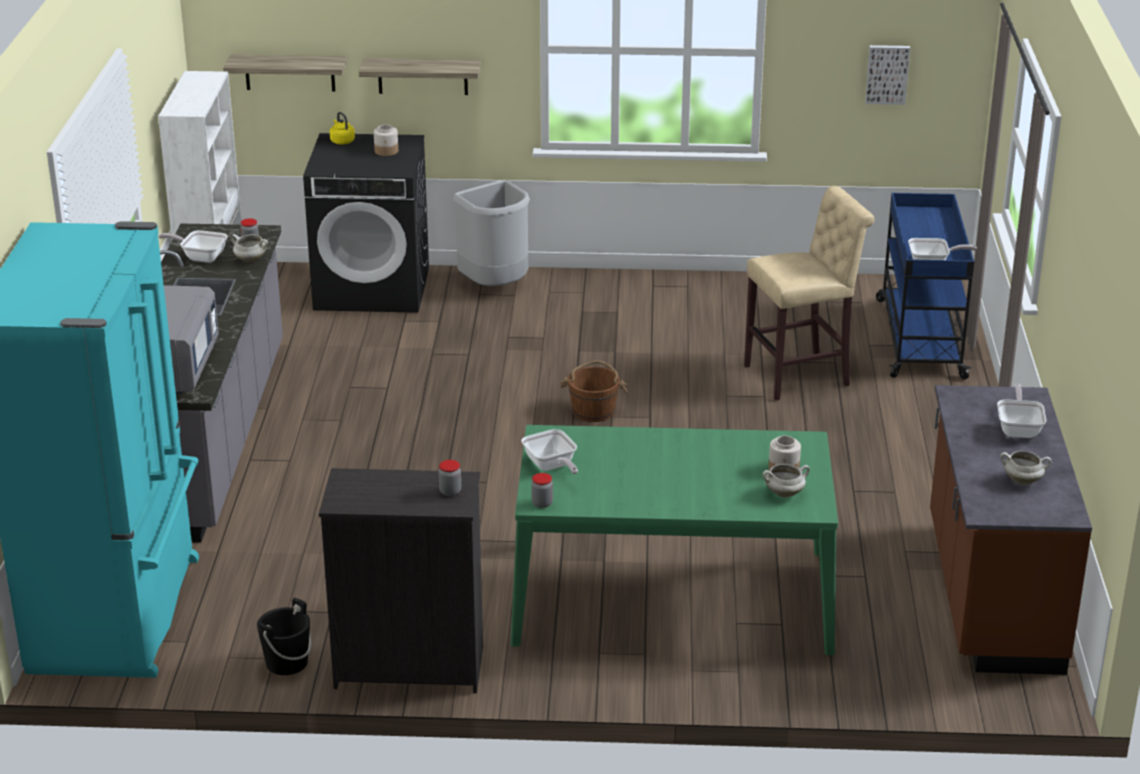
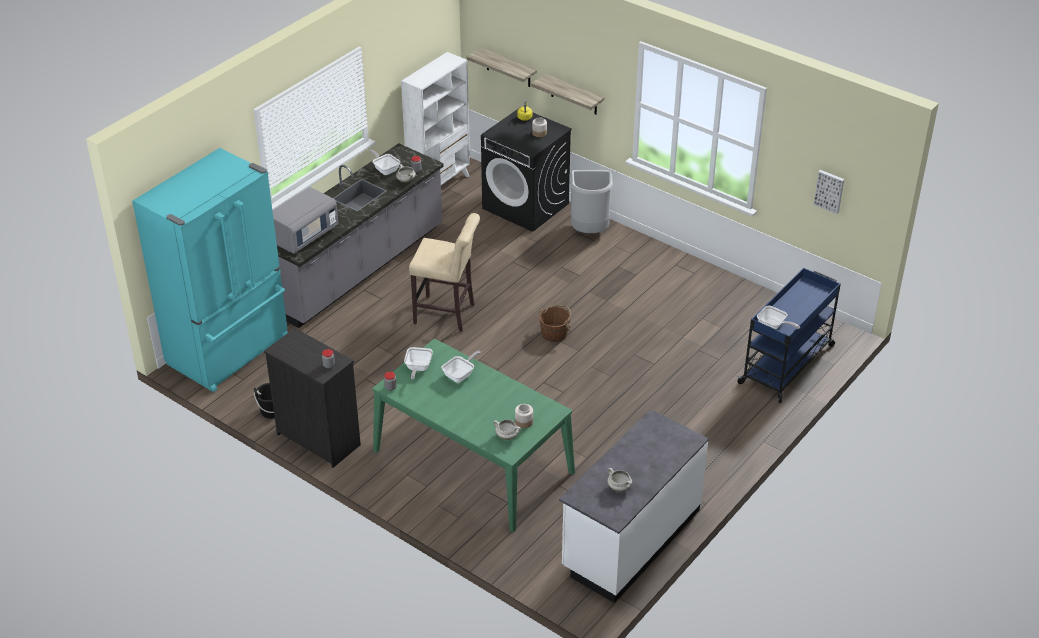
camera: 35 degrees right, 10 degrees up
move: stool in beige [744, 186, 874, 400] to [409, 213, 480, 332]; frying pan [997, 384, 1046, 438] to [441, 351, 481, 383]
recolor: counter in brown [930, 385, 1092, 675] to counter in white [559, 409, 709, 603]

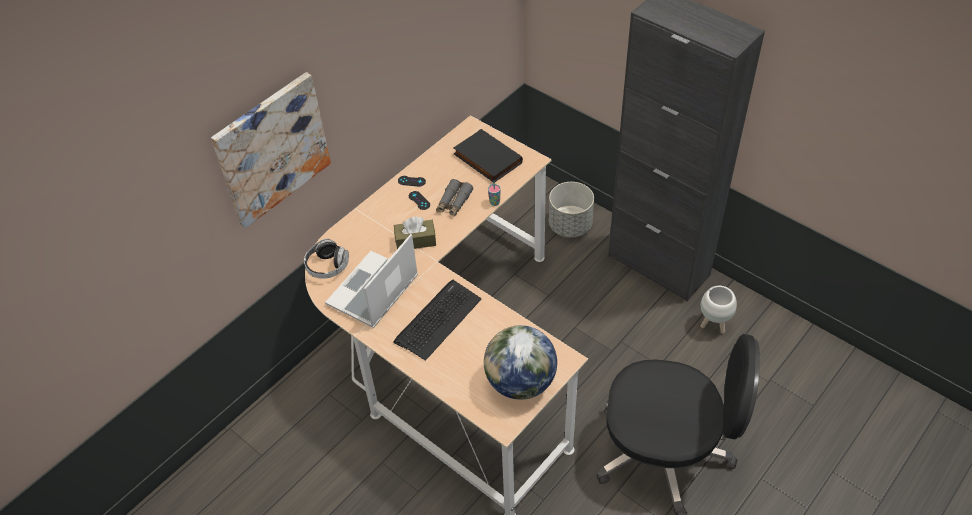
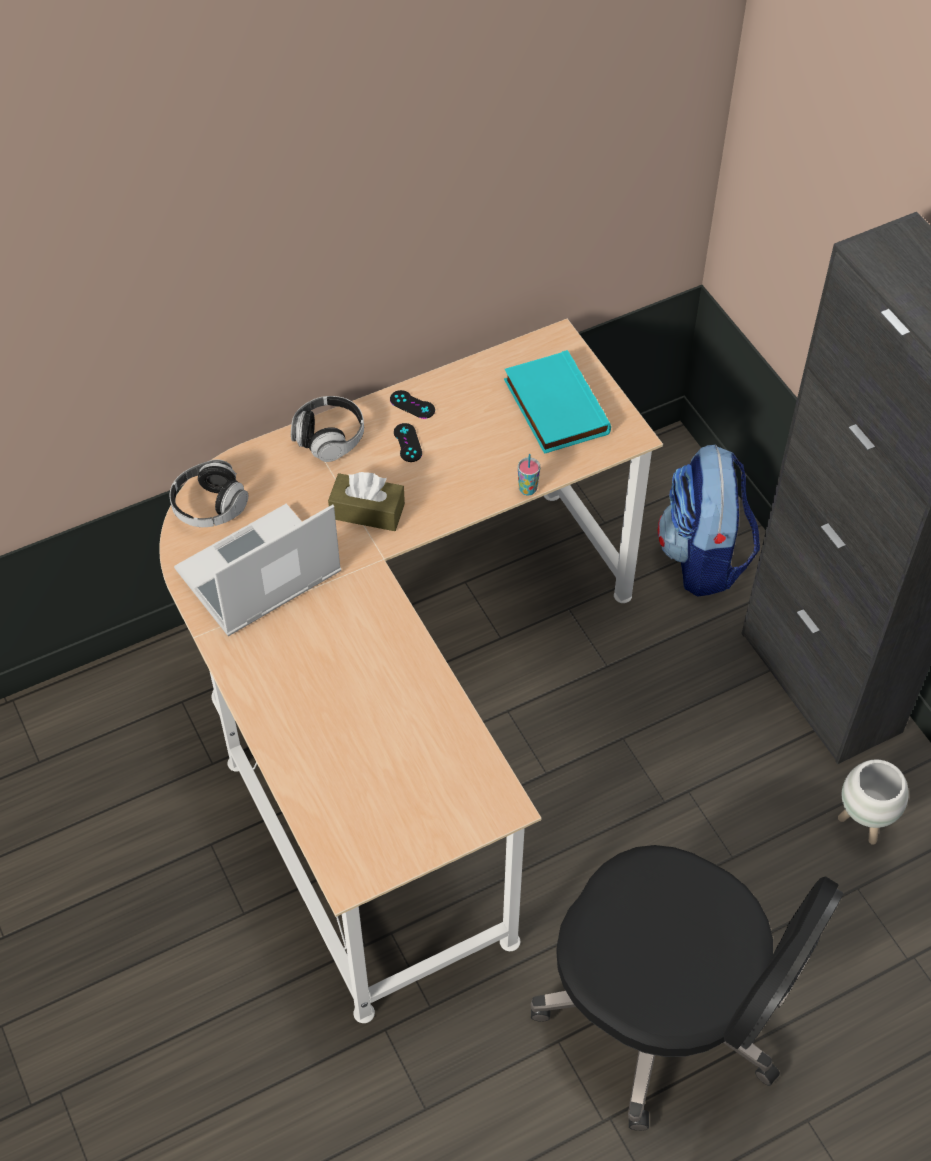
camera: 20 degrees right, 5 degrees up
delete: picture [211, 72, 331, 228]; keyboard [393, 279, 482, 361]; binoculars in grey [436, 179, 473, 217]; globe [484, 325, 557, 400]
insert: headphones [291, 396, 364, 462]
replace: planter in grey [549, 182, 594, 238] to backpack [658, 444, 760, 597]
recolor: book in black [454, 129, 523, 182] to book in turquoise [504, 350, 611, 454]

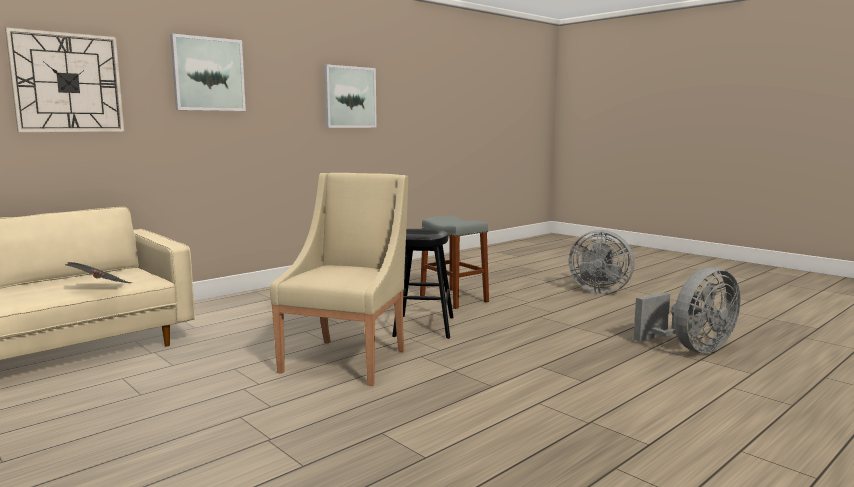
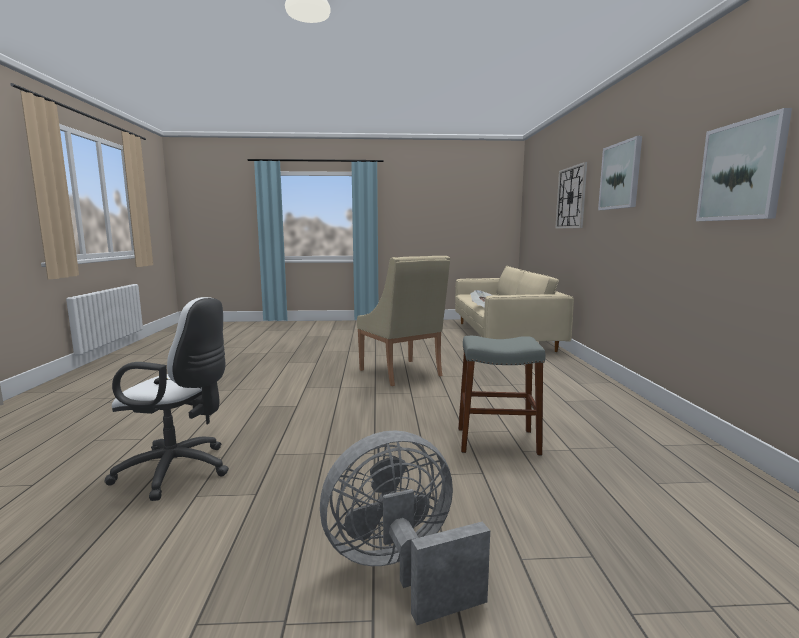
camera: 130 degrees right, 0 degrees up
delete: stool in black [392, 229, 454, 339]
replace: fan in grey [633, 267, 741, 353] to office chair in white [105, 297, 229, 501]

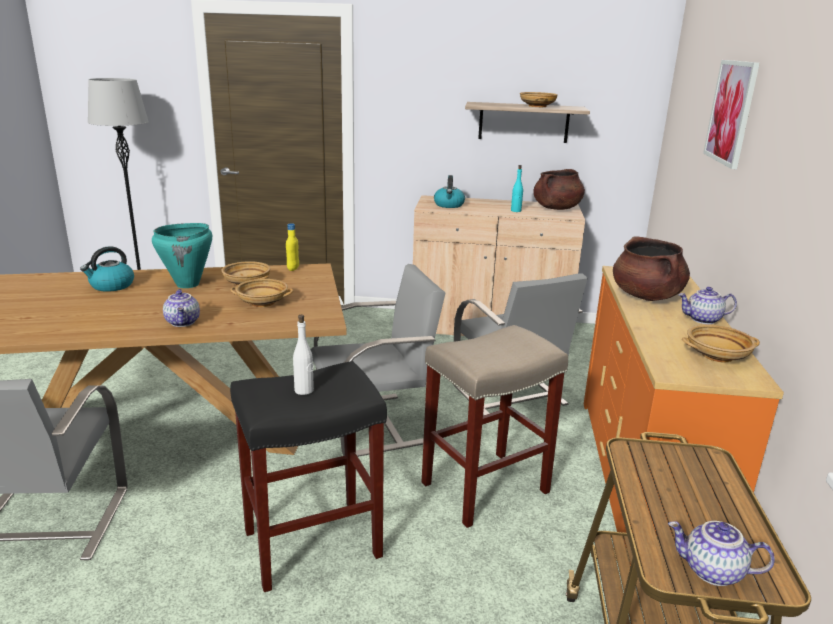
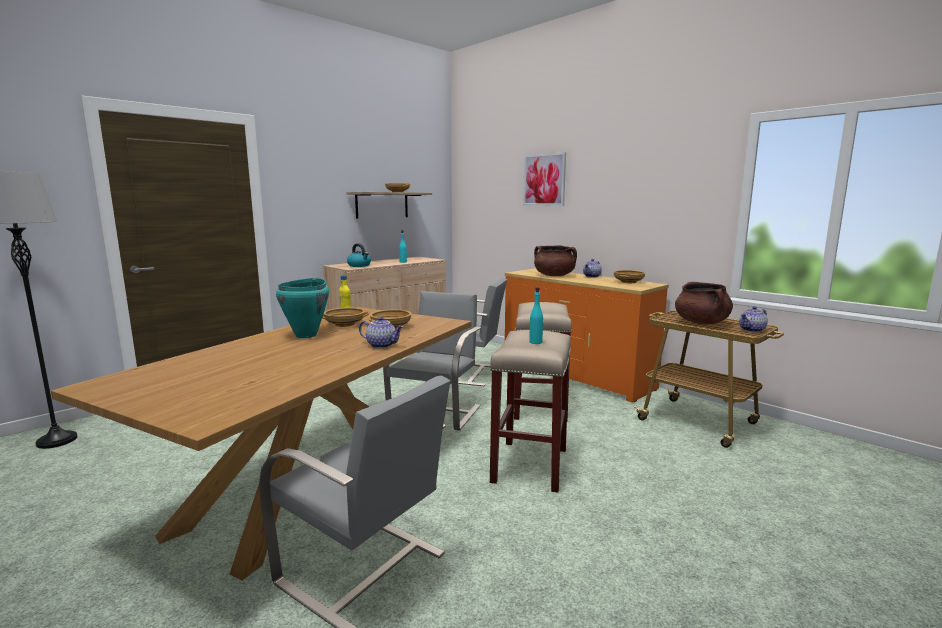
camera: 50 degrees left, 10 degrees down
delete: kettle [80, 246, 134, 292]
move: cooking pot in brown [533, 169, 585, 210] to [675, 282, 733, 325]
recolor: stool in black [230, 361, 387, 592] to stool in beige [490, 330, 571, 493]; bottle in white [293, 315, 314, 395] to bottle in turquoise [529, 287, 544, 344]

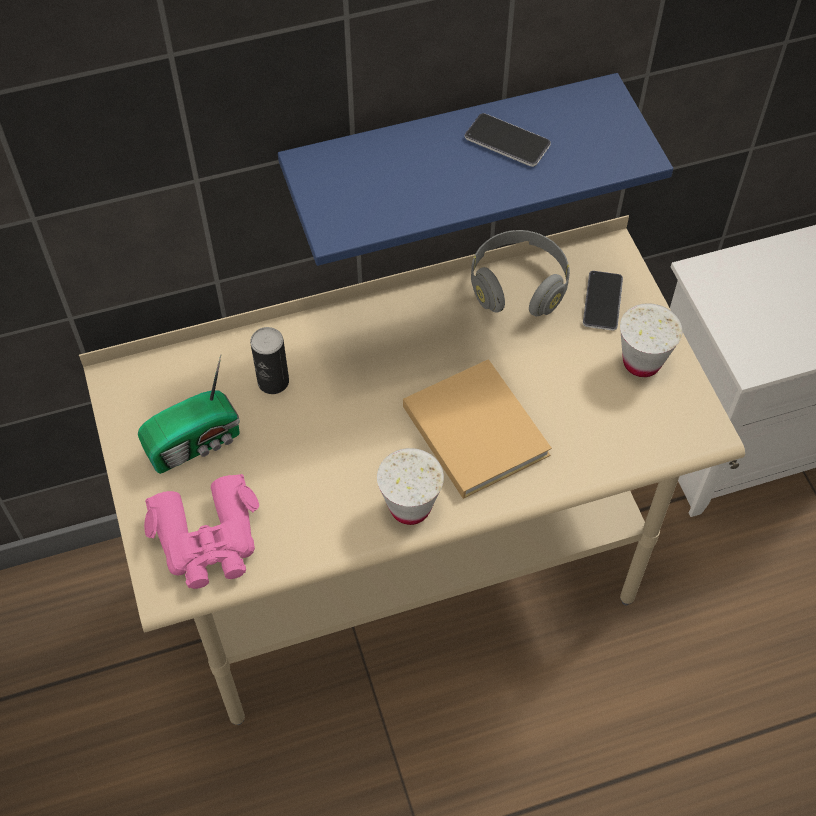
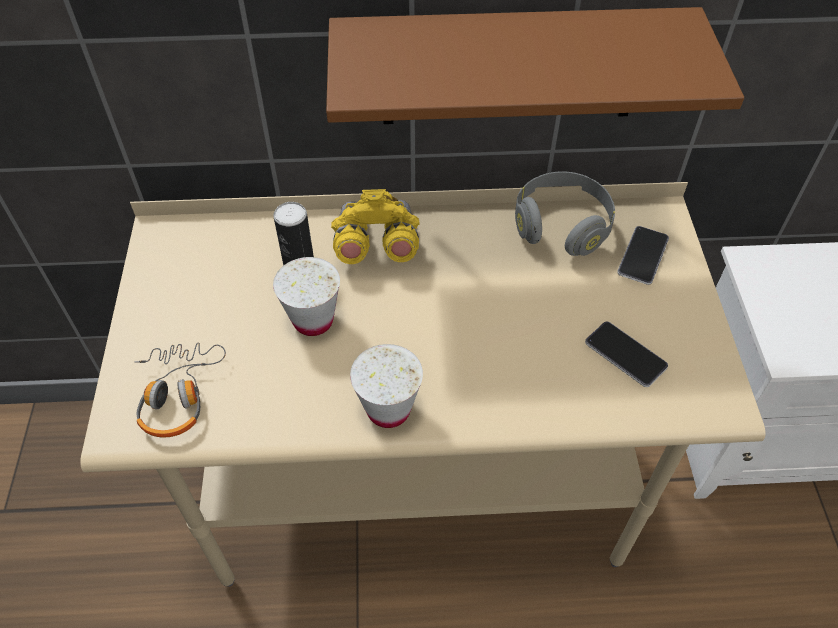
camera: 15 degrees right, 5 degrees down
delete: radio [138, 355, 240, 474]; book in beige [403, 359, 552, 499]
insert: binoculars in yellow [331, 189, 420, 264]
move: phone [465, 113, 551, 167] to [585, 322, 668, 387]; cup in white [620, 303, 683, 377] to [273, 257, 340, 336]
replace: binoculars in pink [144, 474, 259, 589] to headphones [134, 342, 226, 437]
recolor: shelf in blue [278, 73, 673, 266] to shelf in brown [326, 7, 744, 124]

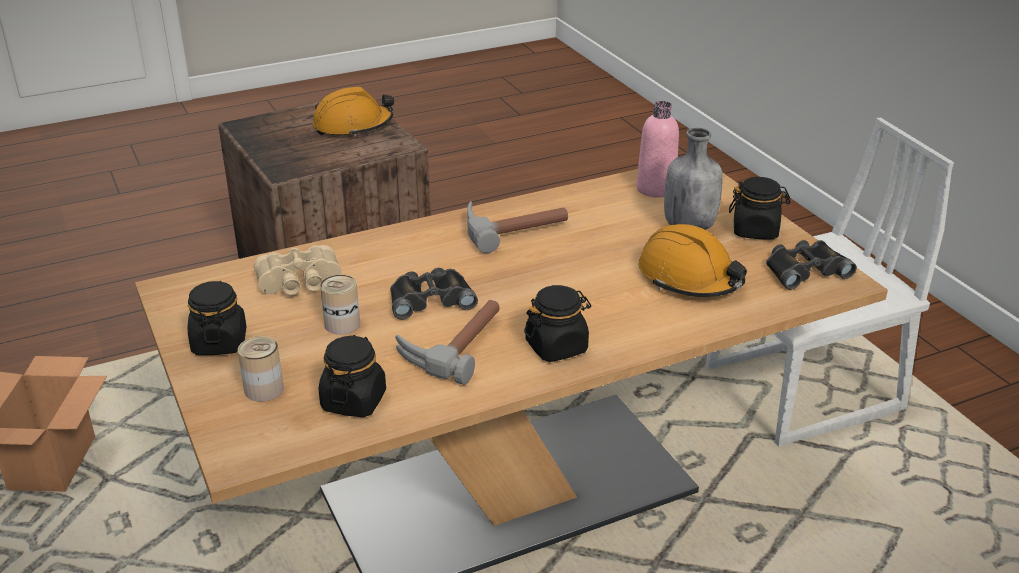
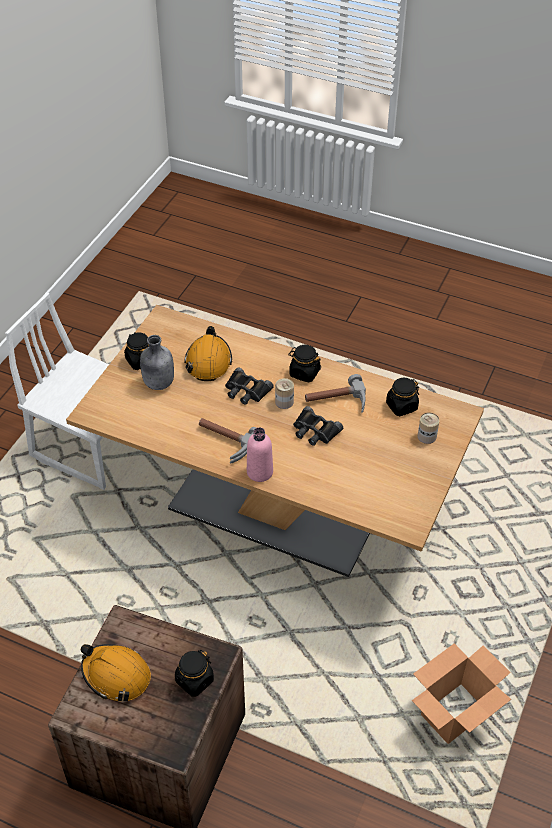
camera: 130 degrees left, 15 degrees up
delete: binoculars in beige [254, 245, 342, 295]
move: jar in black [188, 281, 247, 355] to [175, 650, 214, 697]; can [320, 275, 360, 335] to [275, 378, 294, 409]; bottle in pink [636, 101, 679, 198] to [247, 427, 273, 482]; binoculars in black [766, 240, 857, 290] to [225, 368, 274, 404]

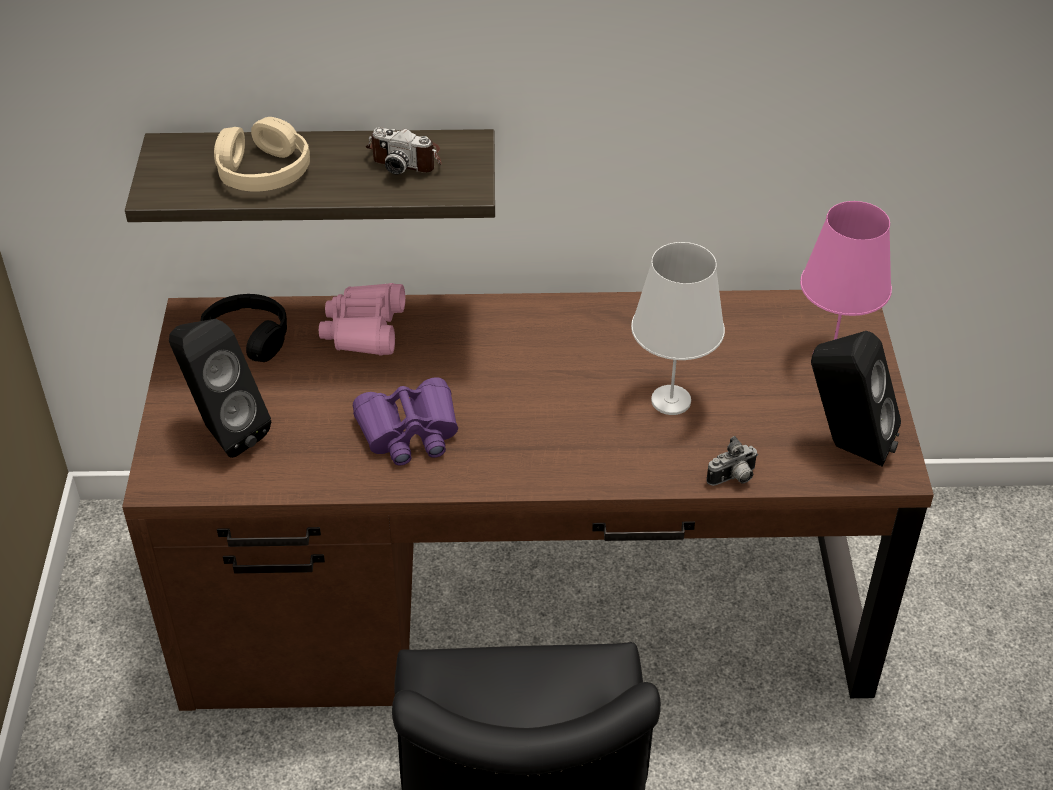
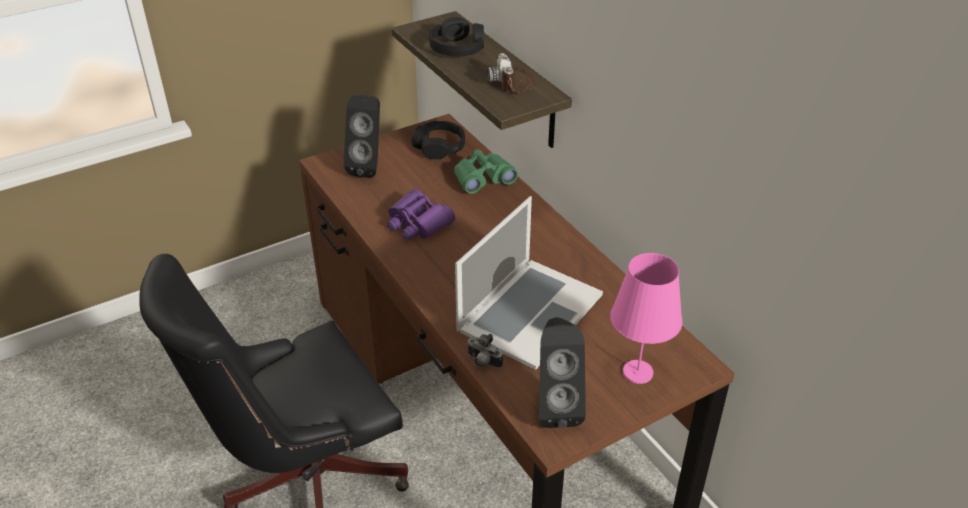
camera: 60 degrees right, 5 degrees down
replace: table lamp in white [631, 242, 725, 415] to laptop [455, 196, 603, 370]
recolor: headphones in beige [214, 117, 310, 192] to headphones in black [429, 17, 484, 56]; binoculars in pink [319, 283, 405, 355] to binoculars in green [454, 149, 518, 194]

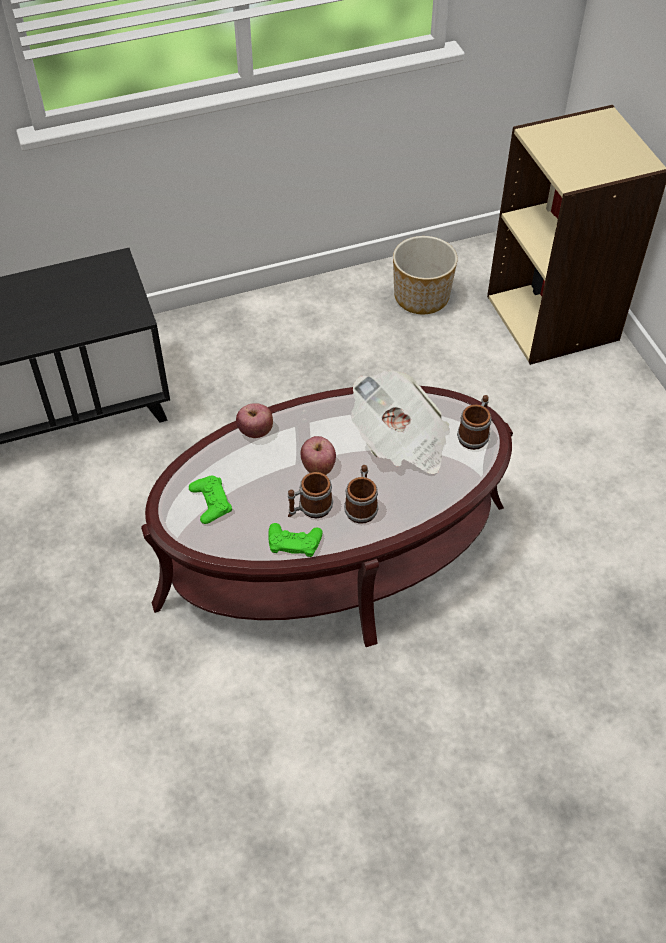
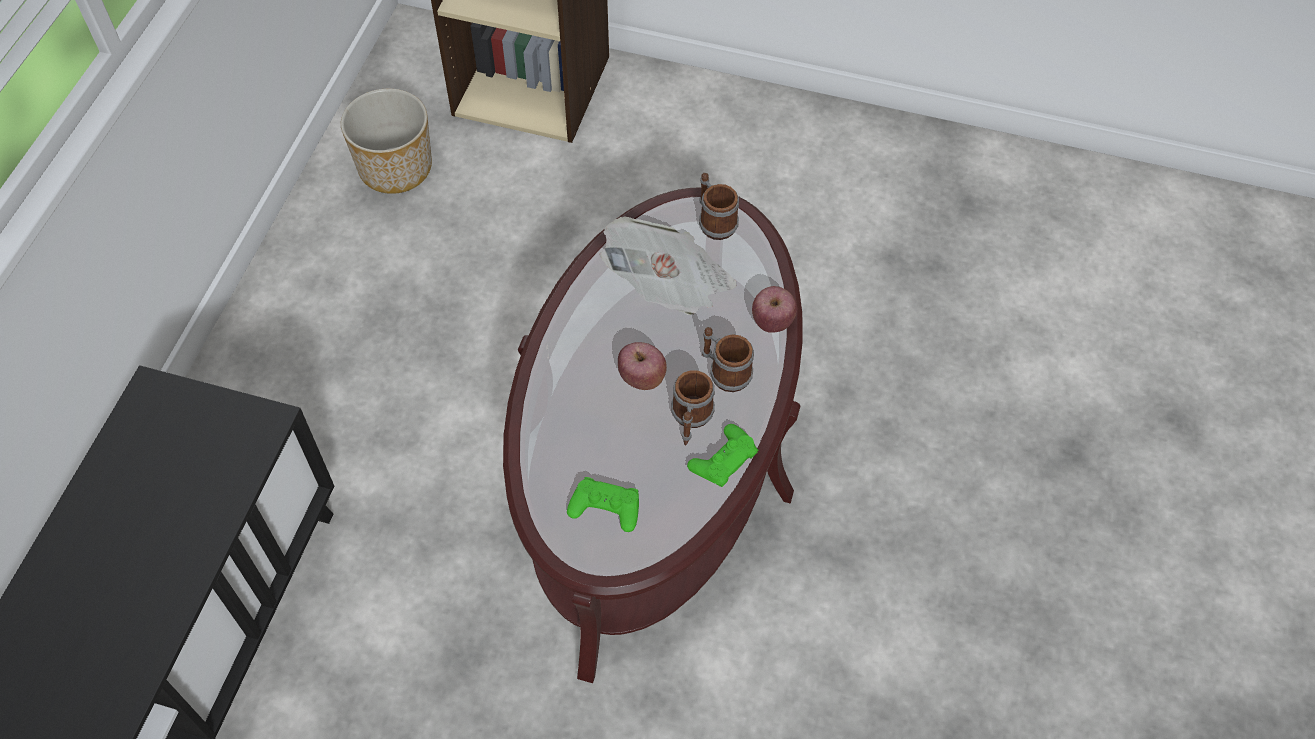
camera: 55 degrees left, 5 degrees up
move: apple [236, 403, 273, 438] to [752, 286, 797, 333]

